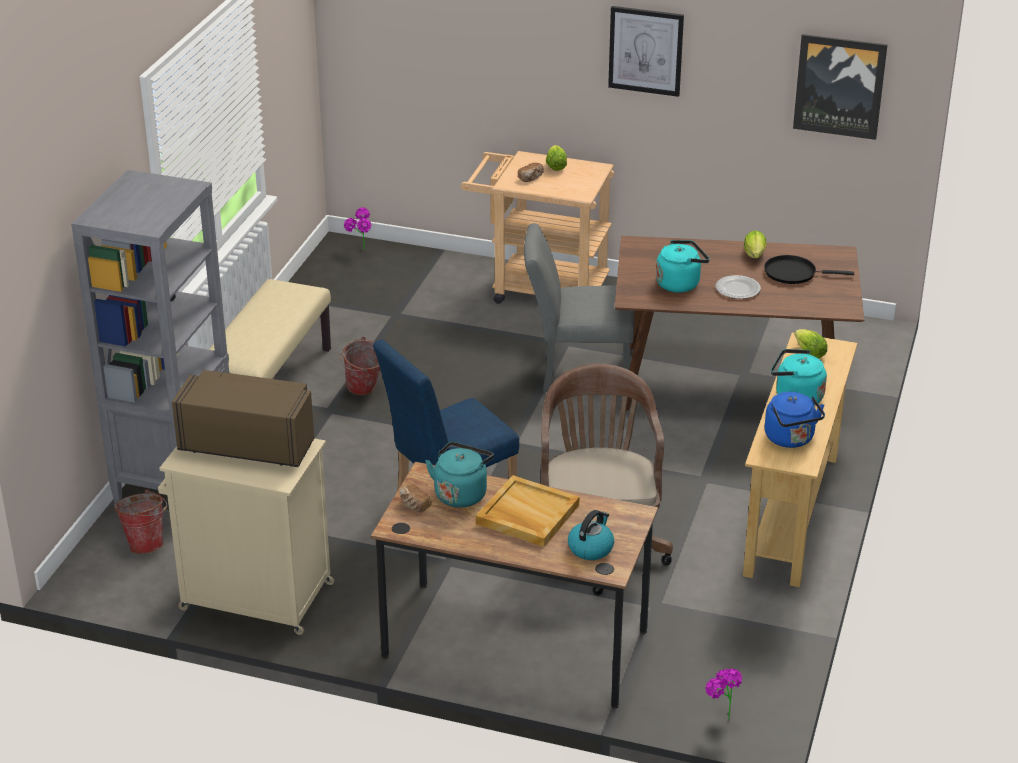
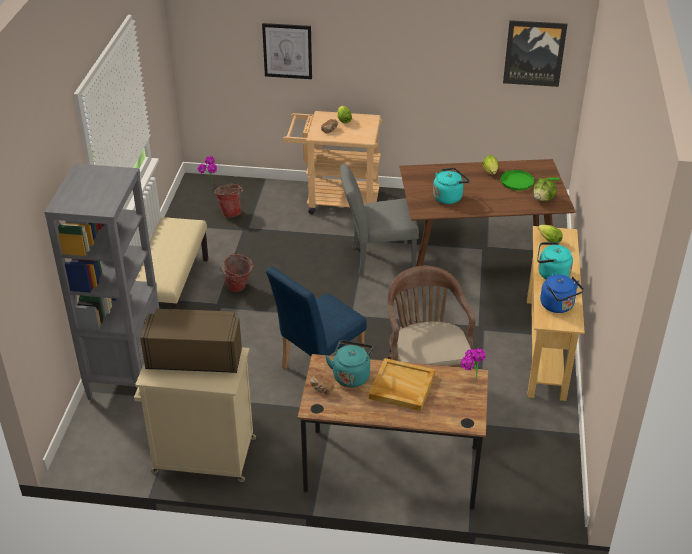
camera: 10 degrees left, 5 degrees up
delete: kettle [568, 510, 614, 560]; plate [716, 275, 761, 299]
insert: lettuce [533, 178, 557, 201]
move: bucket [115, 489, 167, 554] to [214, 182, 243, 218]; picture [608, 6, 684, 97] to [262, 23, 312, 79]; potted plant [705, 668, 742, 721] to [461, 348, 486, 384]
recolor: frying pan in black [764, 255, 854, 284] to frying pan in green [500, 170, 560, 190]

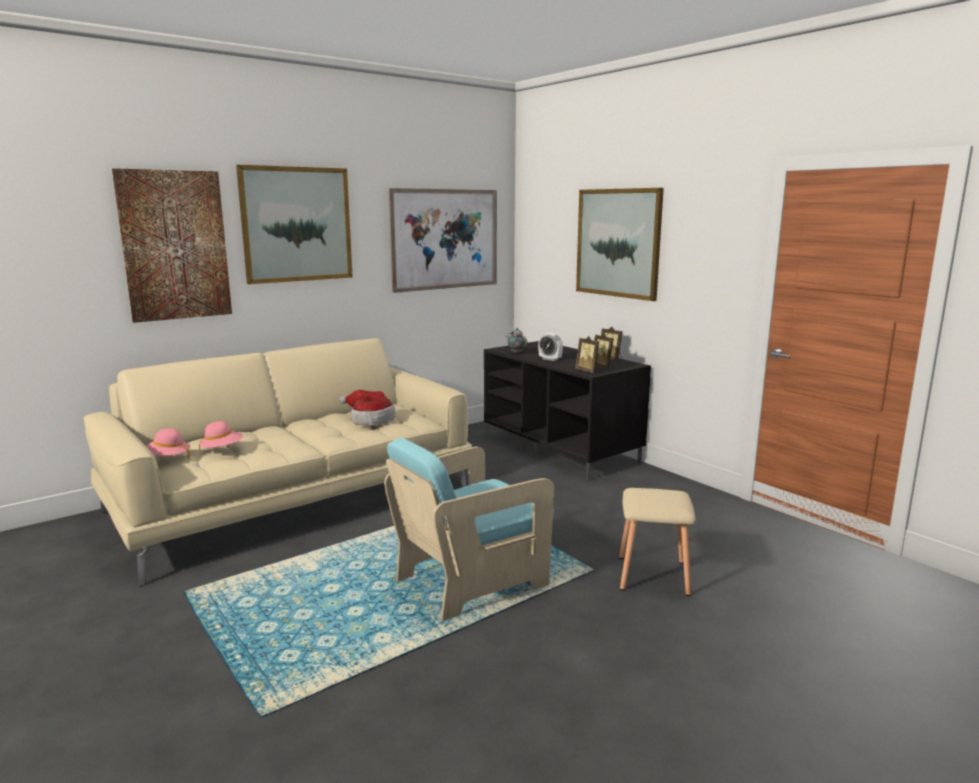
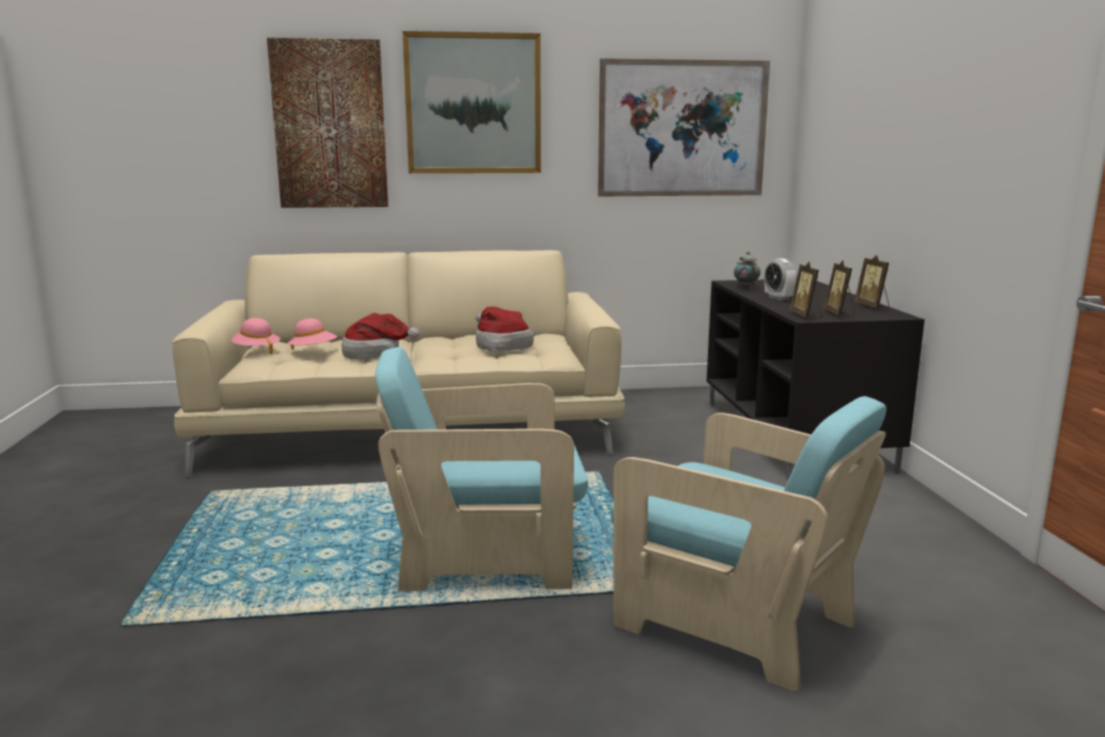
camera: 30 degrees right, 0 degrees up
delete: picture [576, 188, 664, 301]
insert: hat [342, 313, 420, 359]
replace: stool in beige [619, 488, 696, 596] to armchair in turquoise [611, 396, 886, 692]

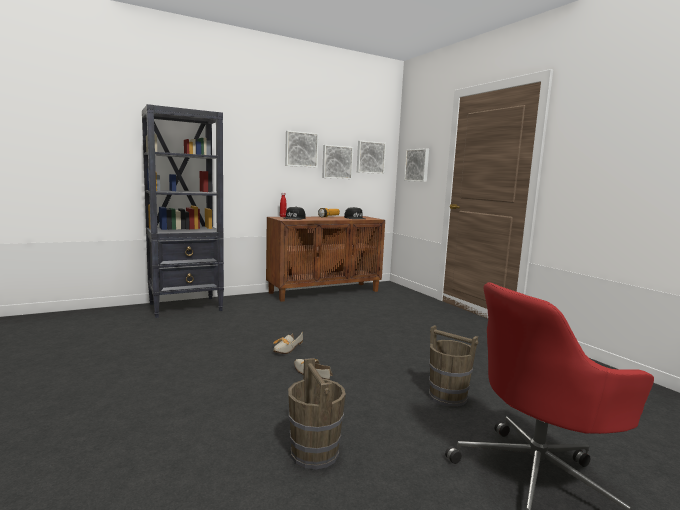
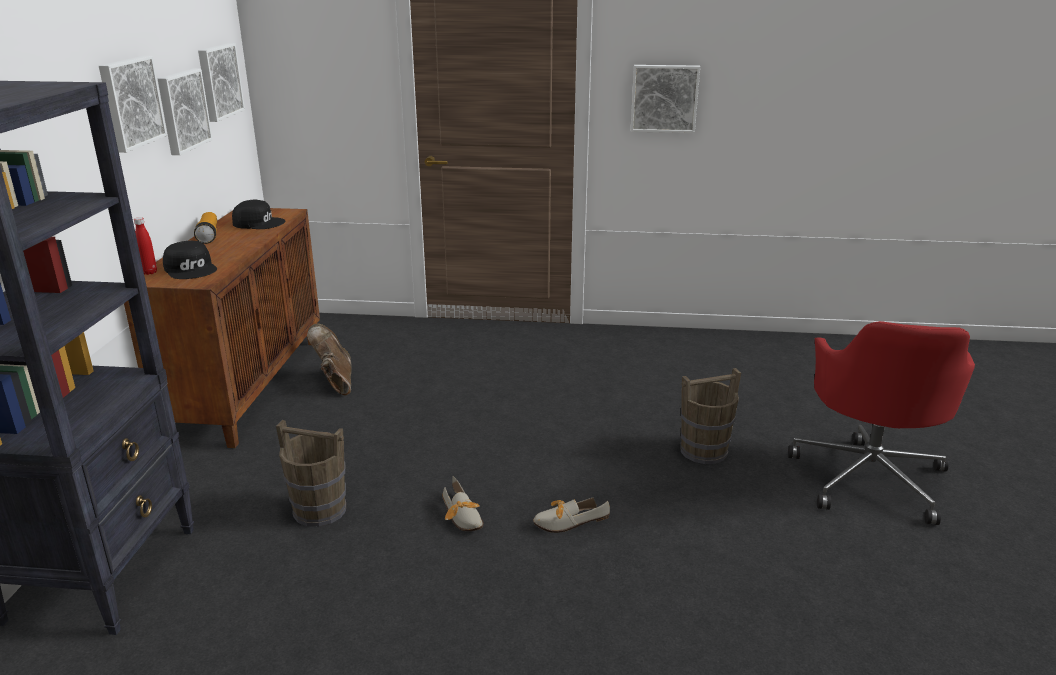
camera: 55 degrees left, 15 degrees up
insert: boot in brown [307, 323, 352, 395]
move: bucket in brown [288, 358, 346, 469] to [276, 420, 346, 527]; picture [404, 148, 429, 182] to [631, 65, 700, 133]

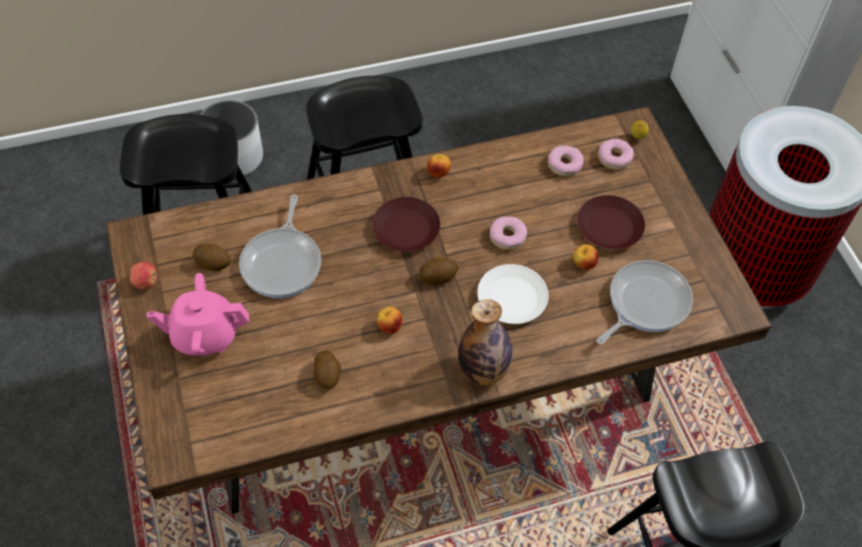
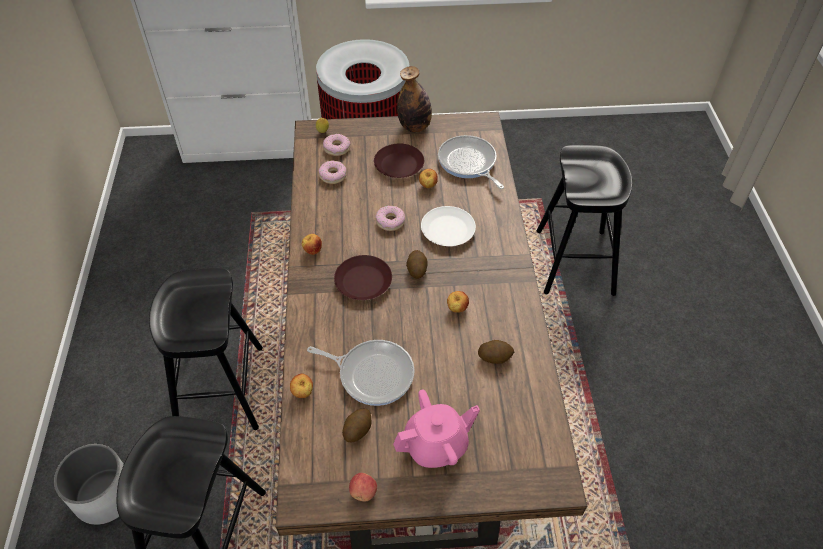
camera: 75 degrees left, 5 degrees down
insert: apple [290, 374, 313, 398]
move: bottle [458, 299, 512, 386] to [397, 66, 432, 133]
rotate: teapot in pink [147, 273, 249, 356] = [393, 390, 480, 468] 120 degrees counterclockwise

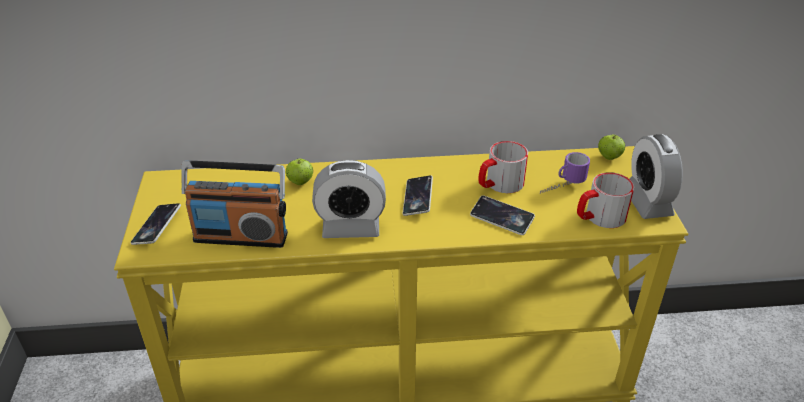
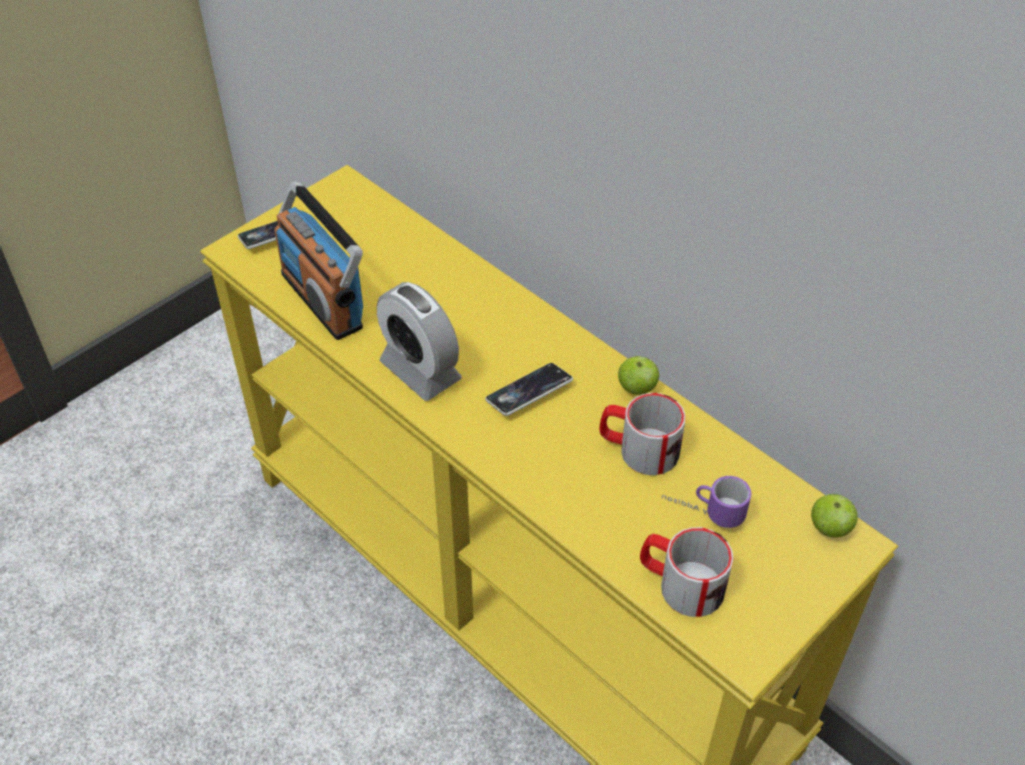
camera: 50 degrees right, 10 degrees up
delete: phone [470, 195, 535, 235]; alarm clock [630, 134, 683, 219]
move: apple [286, 158, 313, 185] to [618, 356, 659, 395]

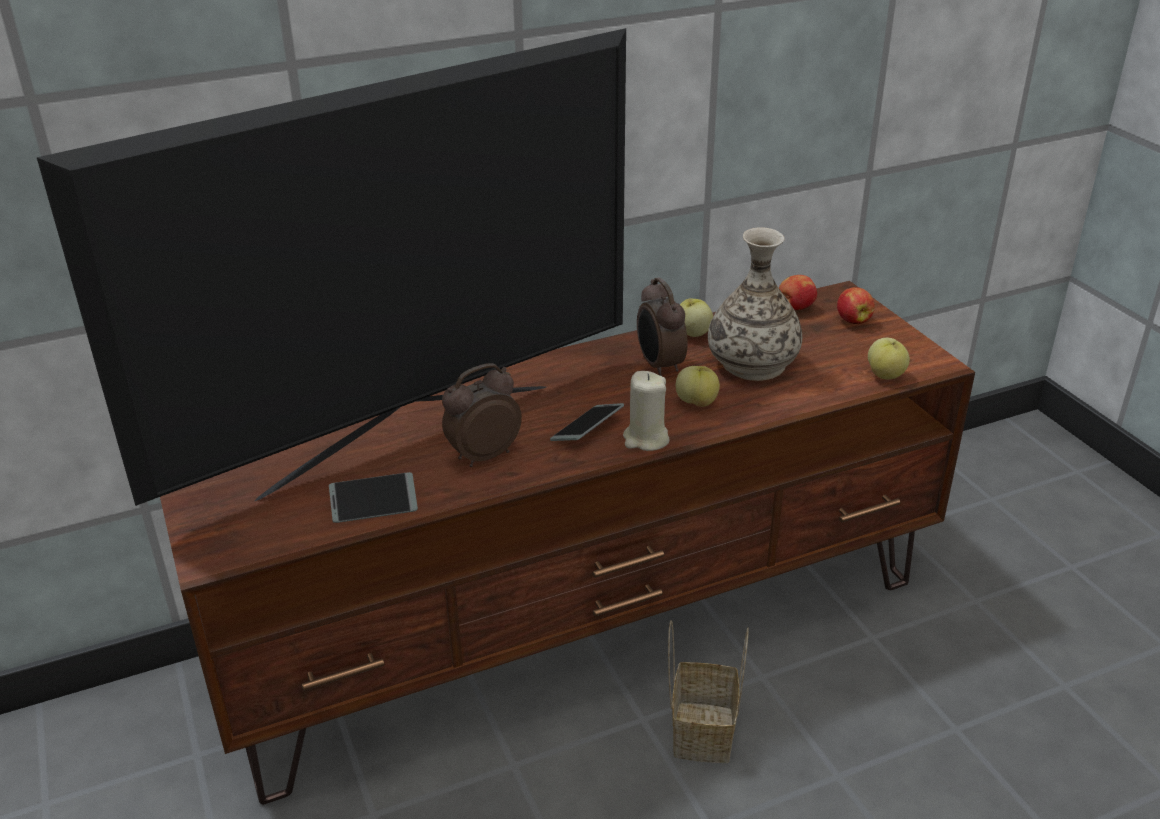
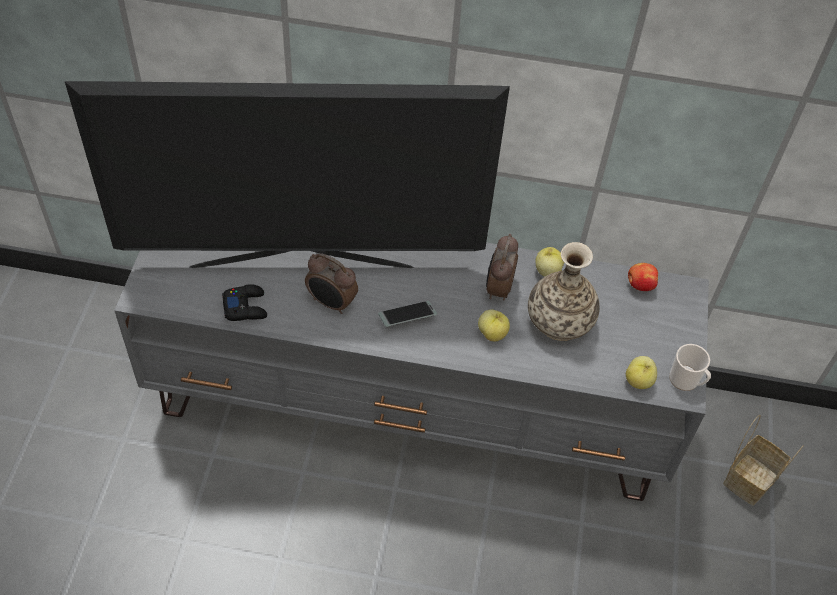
camera: 30 degrees right, 20 degrees up
delete: candle in beige [623, 371, 669, 451]; apple [837, 287, 875, 324]
insert: mug [669, 344, 711, 391]
move: basket [668, 620, 749, 763] to [723, 415, 804, 506]
replace: phone [329, 472, 418, 523] to game controller in black [222, 284, 267, 321]
recolor: tv stand in brown [160, 281, 975, 805] to tv stand in grey [114, 242, 709, 501]
rotate: alarm clock [442, 363, 522, 467] = [305, 253, 358, 314] 150 degrees counterclockwise

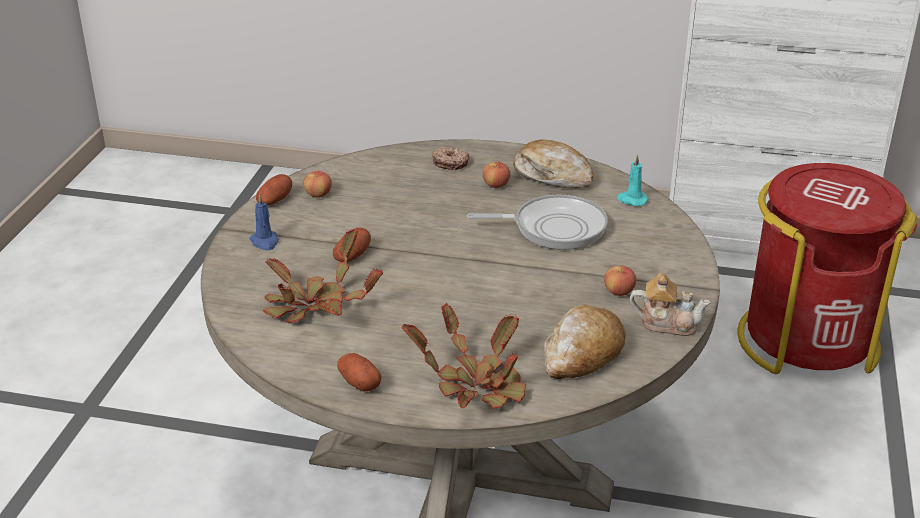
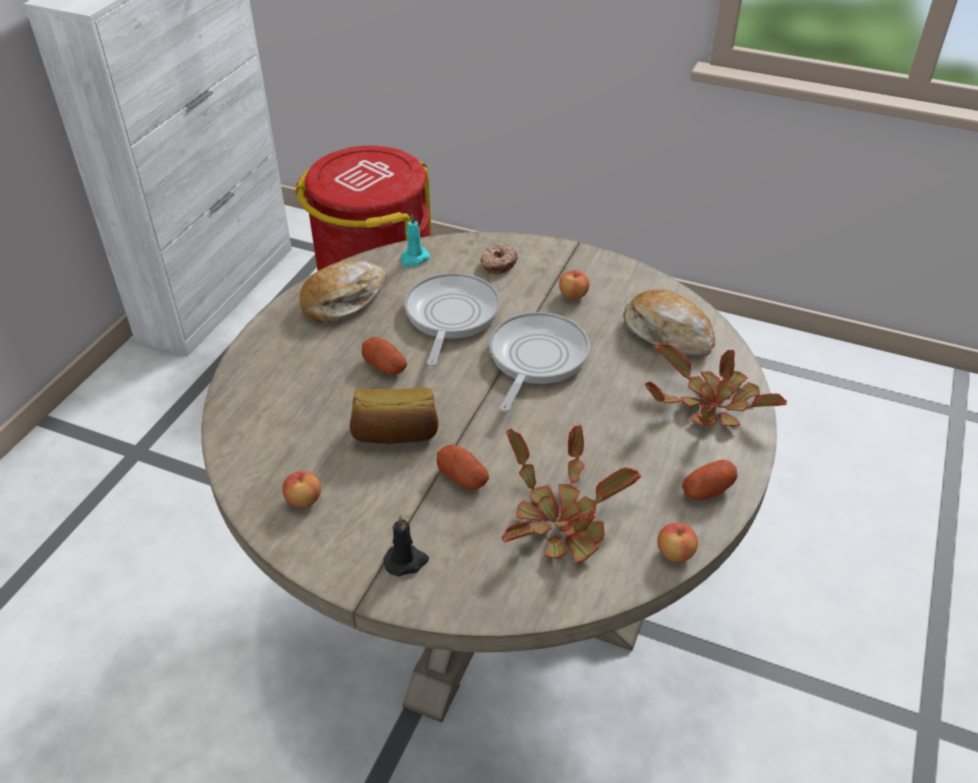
camera: 80 degrees left, 10 degrees up
delete: teapot [630, 273, 711, 336]
insert: bread [349, 387, 438, 444]; frying pan [489, 312, 590, 412]
move: potato [256, 174, 292, 206] to [362, 337, 407, 375]; donut [432, 147, 470, 170] to [480, 244, 518, 274]; apple [483, 160, 510, 188] to [657, 523, 698, 562]
recolor: candle in blue [249, 194, 278, 251] to candle in black [383, 515, 429, 577]

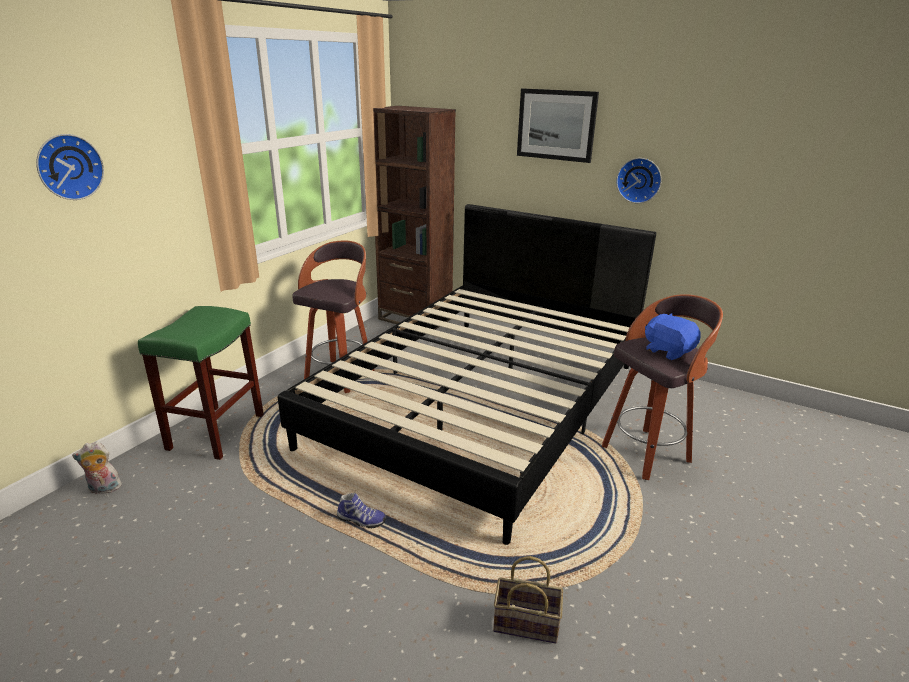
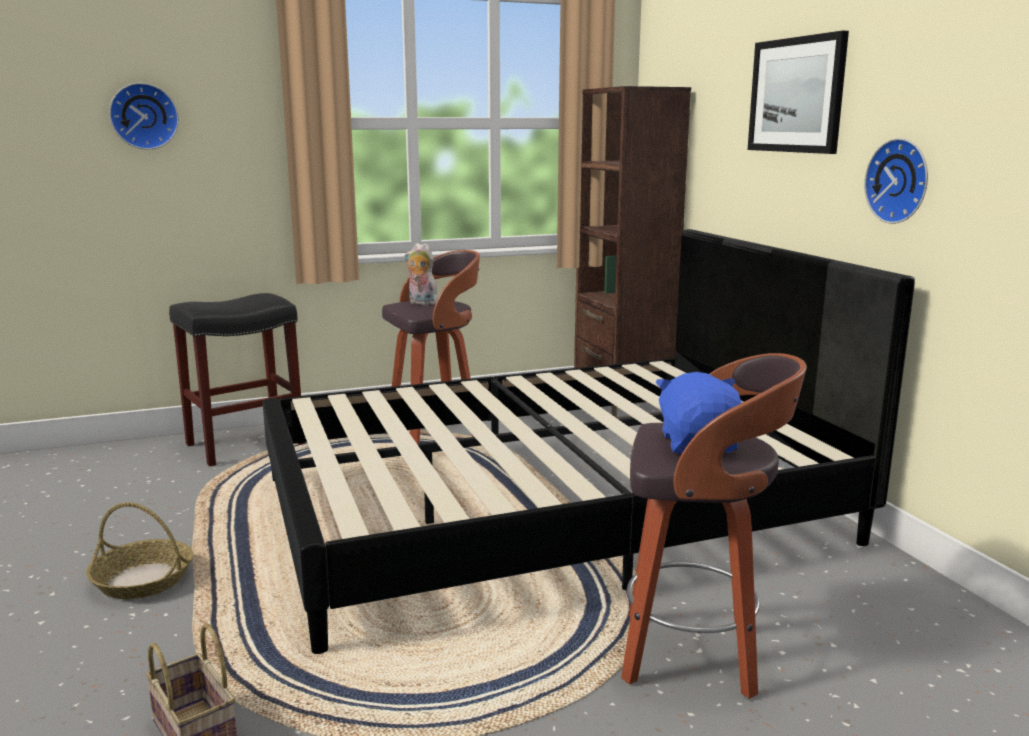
camera: 40 degrees right, 10 degrees down
delete: shoe [337, 493, 386, 529]
insert: basket [86, 502, 193, 599]
move: plush toy [72, 441, 124, 494] to [405, 243, 438, 306]
recolor: stool in green [138, 306, 264, 460] to stool in black [169, 293, 305, 466]

